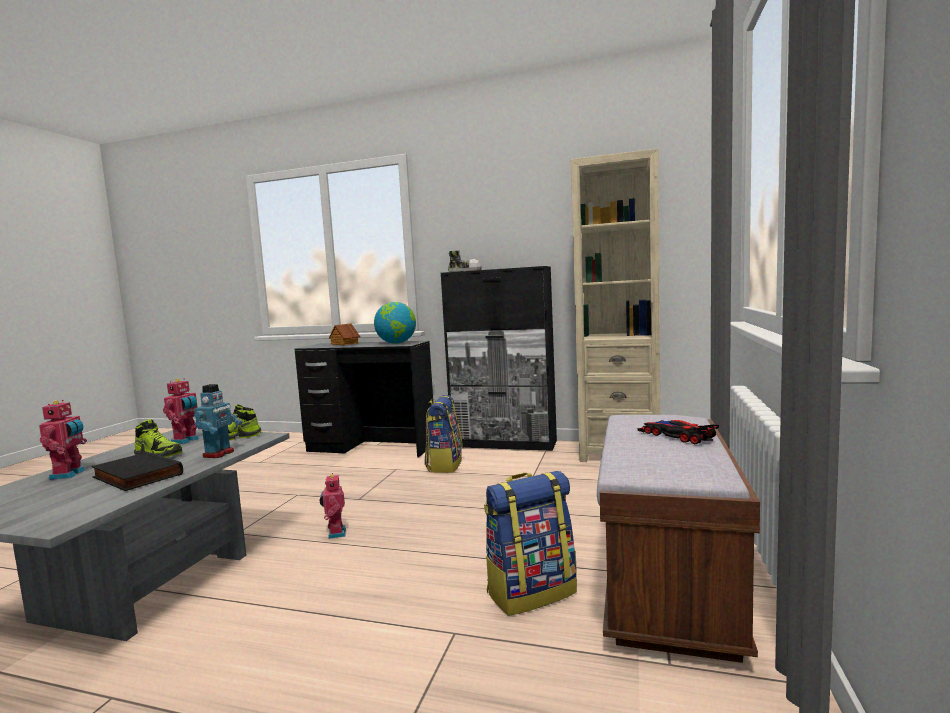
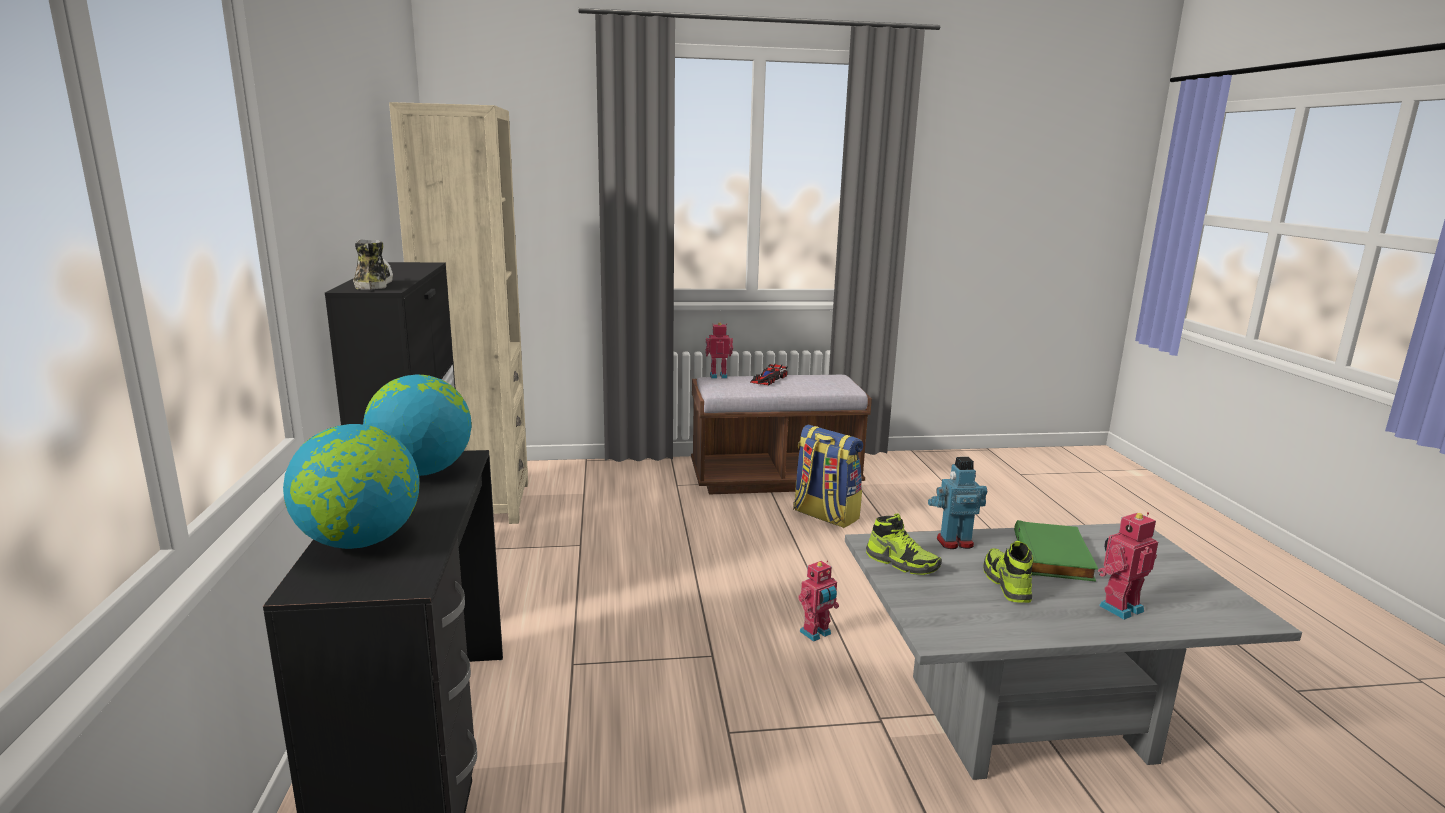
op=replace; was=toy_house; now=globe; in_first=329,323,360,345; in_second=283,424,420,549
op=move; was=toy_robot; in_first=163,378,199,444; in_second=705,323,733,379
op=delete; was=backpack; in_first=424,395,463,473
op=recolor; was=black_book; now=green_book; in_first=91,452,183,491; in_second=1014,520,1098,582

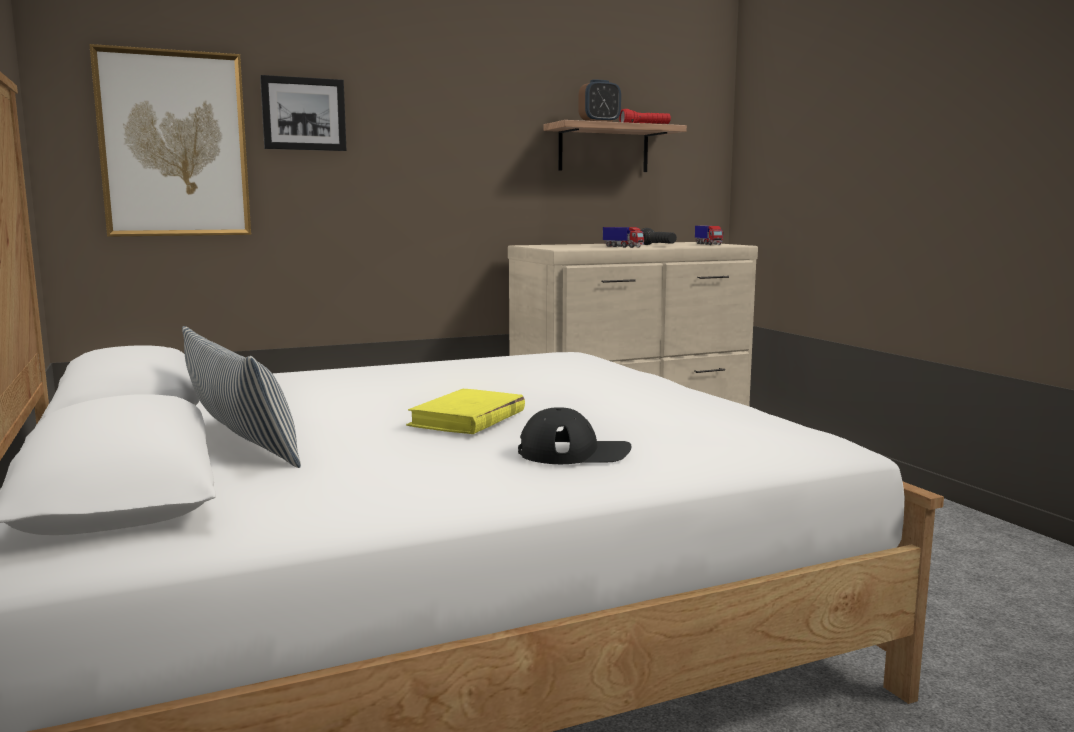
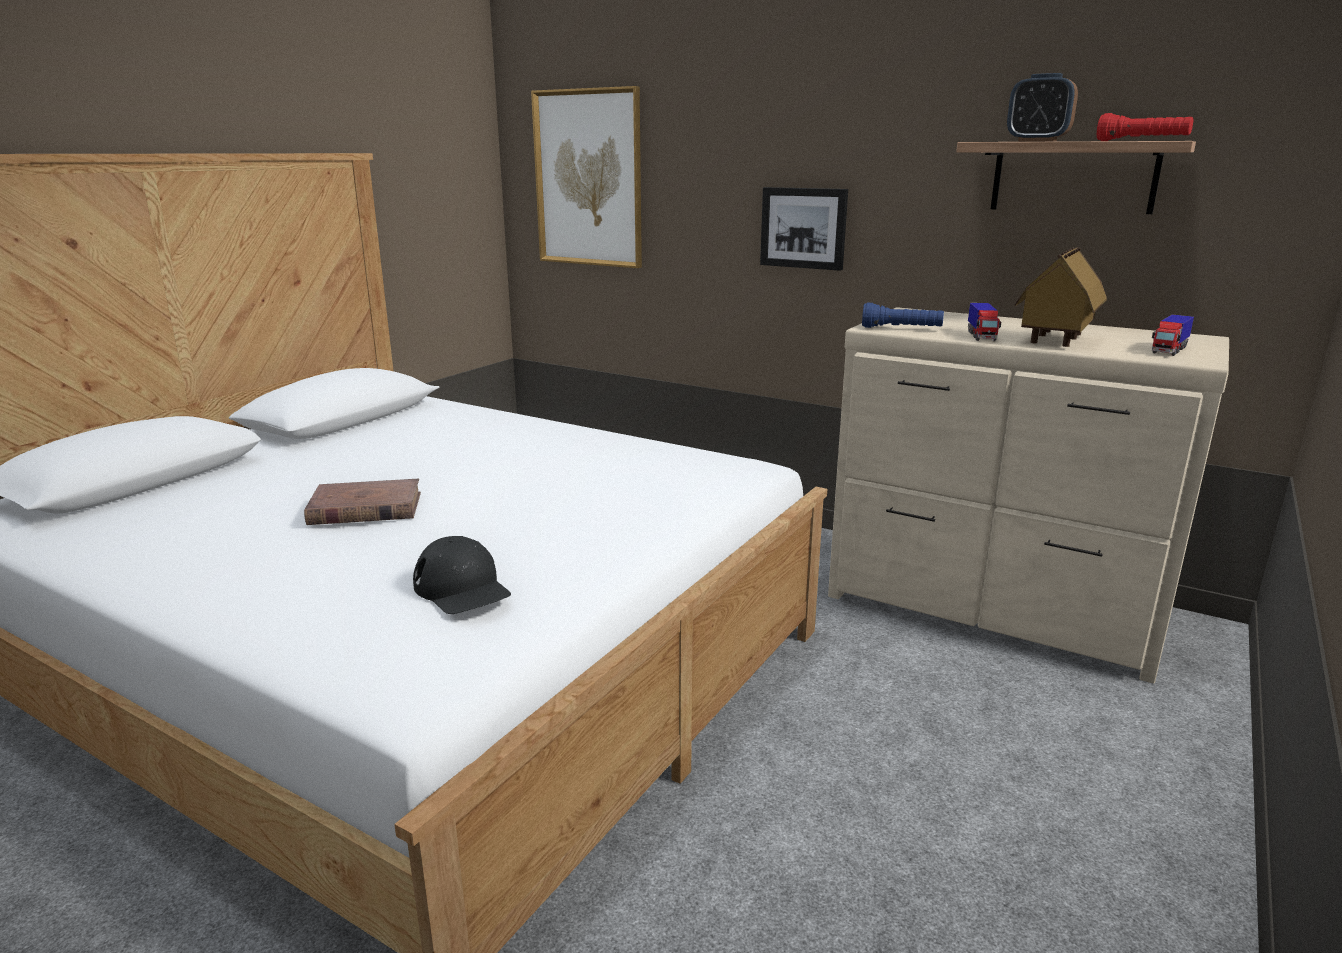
op=move; was=picture; in_first=260,75,347,151; in_second=760,187,848,271
op=replace; was=black_flashlight; now=toy_house; in_first=641,228,677,245; in_second=1014,247,1107,347
op=delete; was=pillow; in_first=182,326,301,468
op=recolor; was=yellow_book; now=brown_book; in_first=406,389,525,434; in_second=304,479,421,525
op=move; was=black_cap; in_first=518,407,632,464; in_second=413,536,511,614
op=insert; now=blue_flashlight; in_second=862,303,944,328

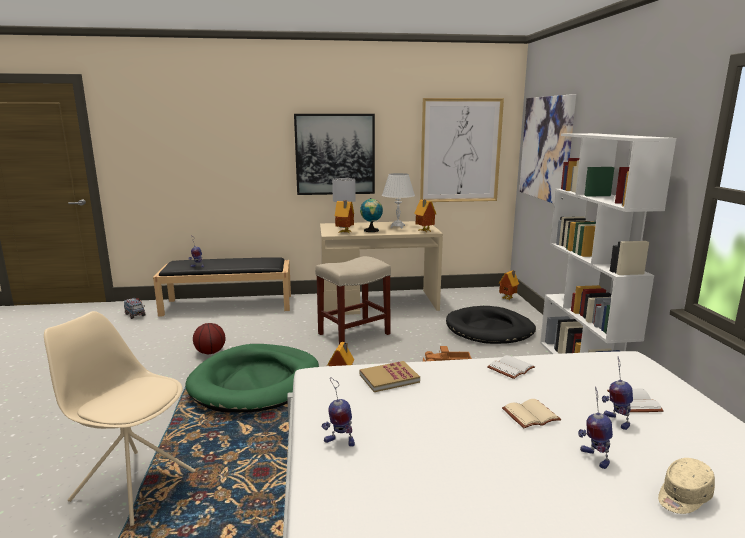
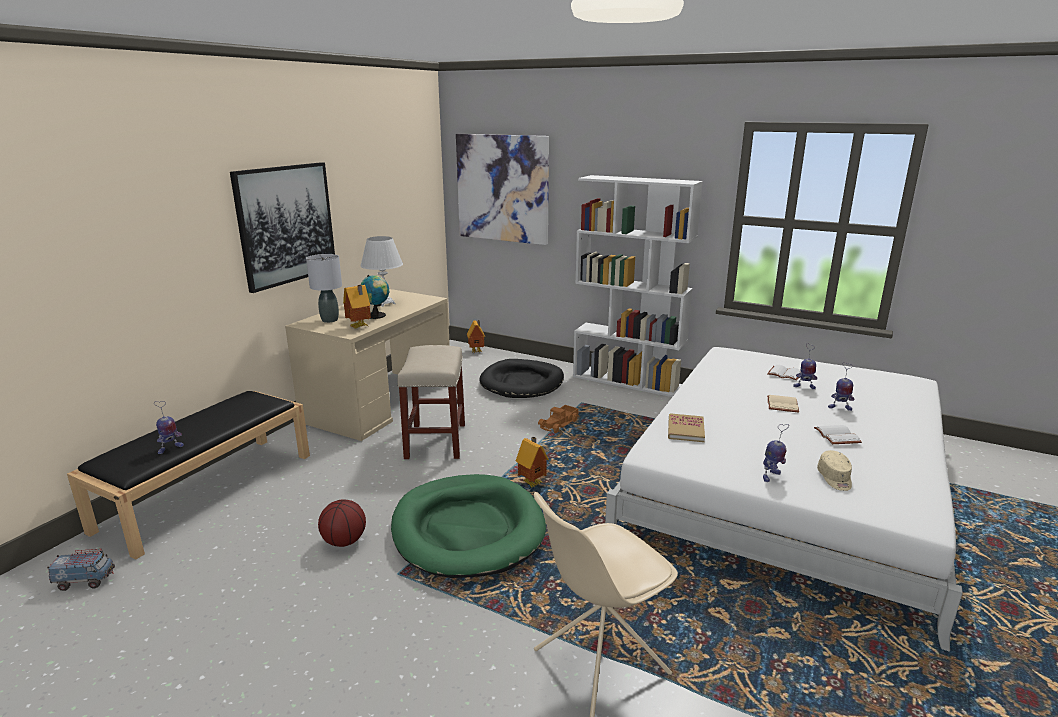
op=delete; was=picture; in_first=420,98,504,202
op=delete; was=toy_house; in_first=414,199,436,232
op=move; was=white_book; in_first=487,355,535,379; in_second=814,425,862,444
op=move; was=beige_cap; in_first=658,458,715,514; in_second=817,450,852,491

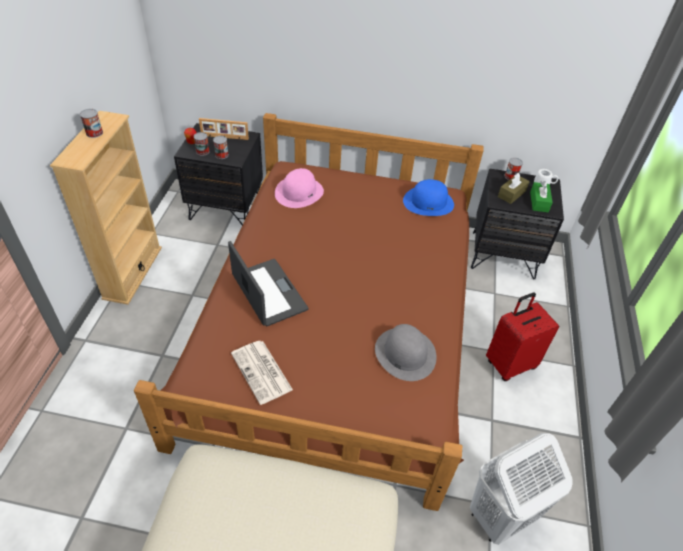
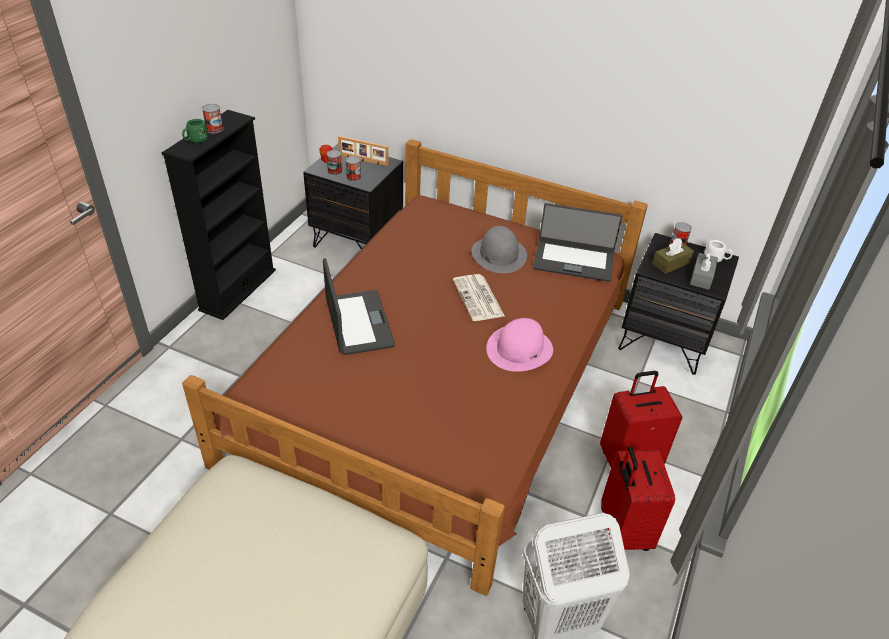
op=recolor; was=beige_bookcase; now=black_bookcase; in_first=50,111,162,305; in_second=162,110,276,320
op=move; was=pink_hat; in_first=275,168,324,208; in_second=486,318,553,372
op=replace; was=blue_hat; now=laptop; in_first=403,179,454,216; in_second=533,203,622,282
op=recolor; was=green_tissue_box; now=grey_tissue_box; in_first=530,181,553,212; in_second=690,251,718,290
op=move; was=grey_hat; in_first=375,324,436,381; in_second=472,226,527,273
op=move; was=newspaper; in_first=231,341,293,405; in_second=453,274,505,321
op=insert; now=green_mug; in_second=182,119,209,143
op=insert; now=red_suitcase; in_second=601,446,675,551

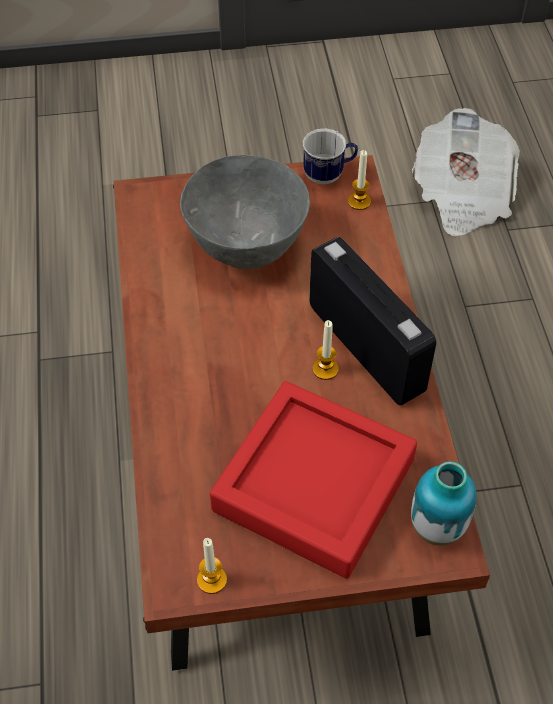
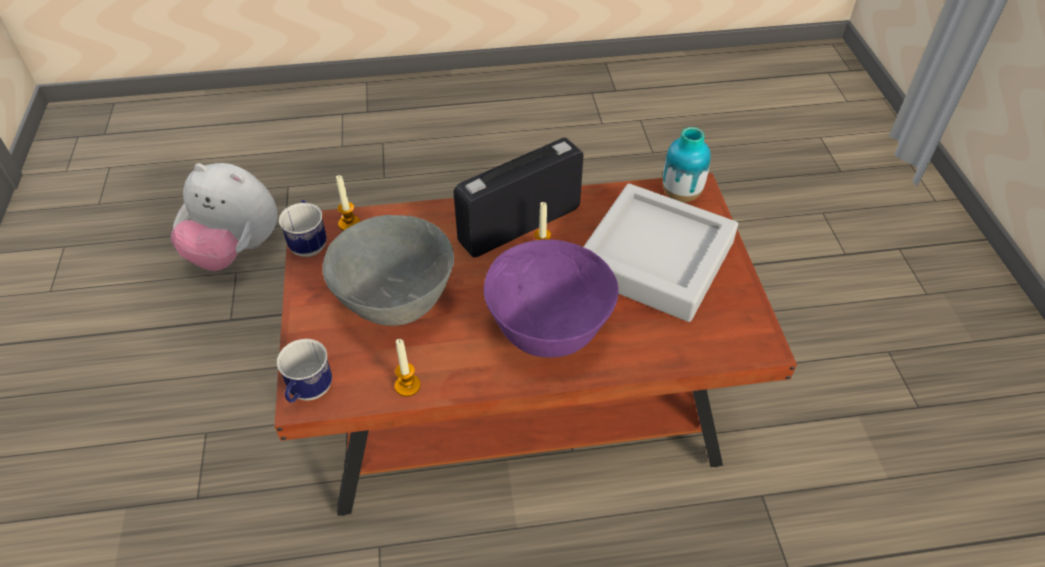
op=replace; was=newspaper; now=plush_toy; in_first=412,108,520,236; in_second=171,163,278,271
op=recolor; was=red_tray; now=grey_tray; in_first=210,381,417,579; in_second=584,183,738,322
op=move; was=candle; in_first=197,538,227,594; in_second=395,339,421,397
op=insert; now=purple_bowl; in_second=484,239,619,358
op=insert; now=mug; in_second=277,339,332,403

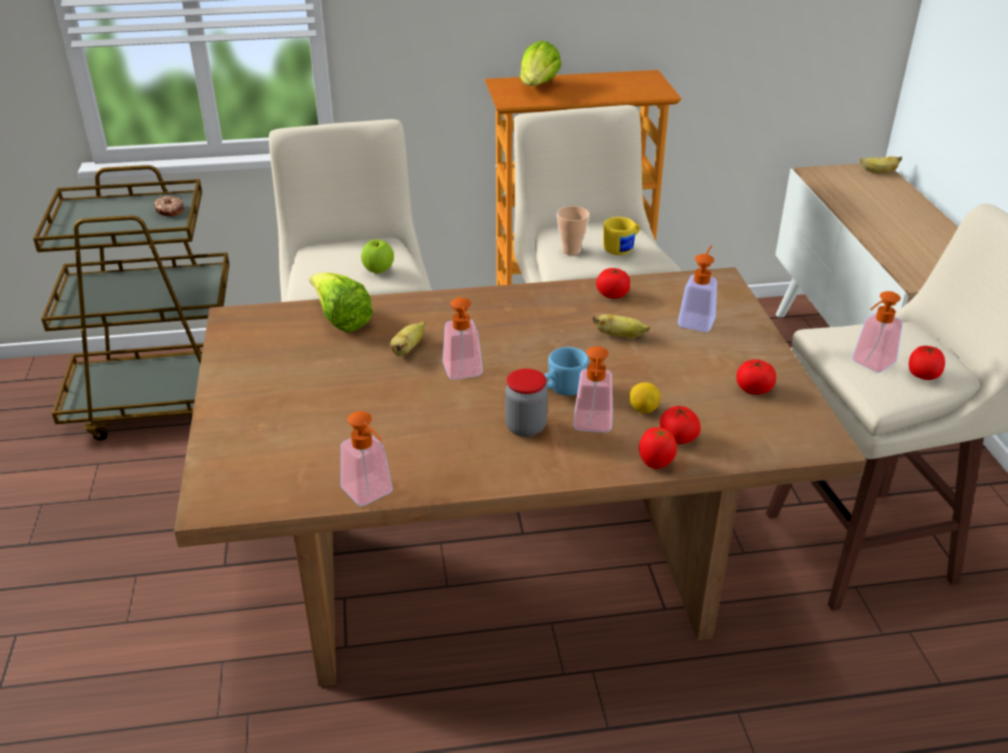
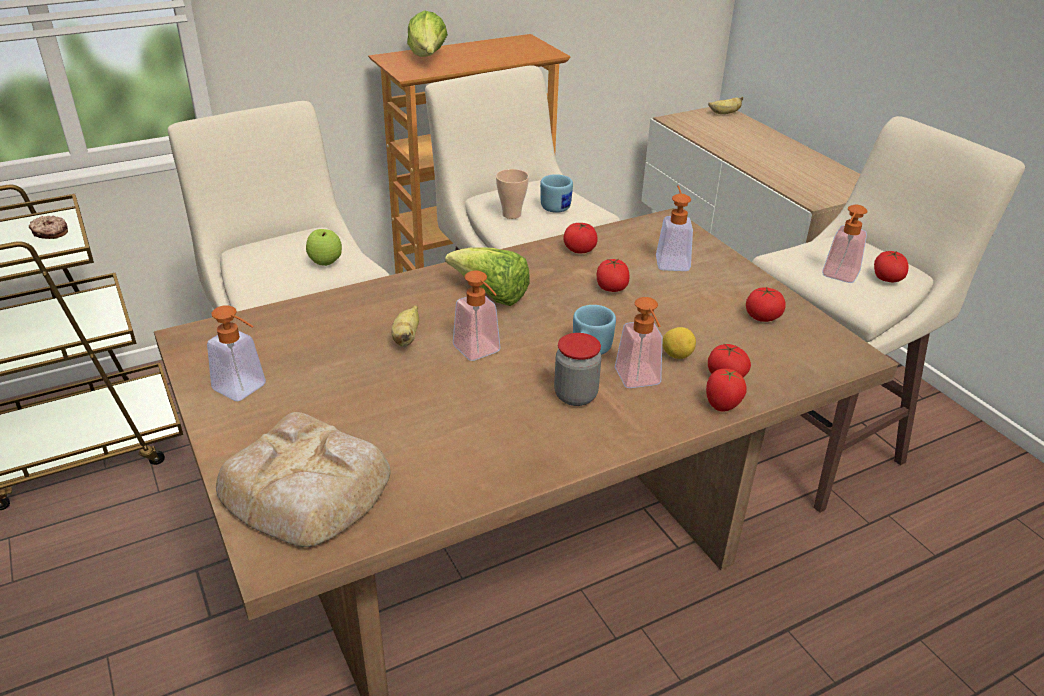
op=recolor; was=yellow_mug; now=blue_mug; in_first=603,217,640,255; in_second=540,174,573,213
op=move; was=lettuce; in_first=309,272,373,332; in_second=445,247,530,306
op=replace; was=banana; now=tomato; in_first=592,314,650,338; in_second=597,259,630,292
op=move; was=soap_dispenser; in_first=341,411,393,506; in_second=207,305,266,401
op=insert; now=bread; in_second=216,412,390,547

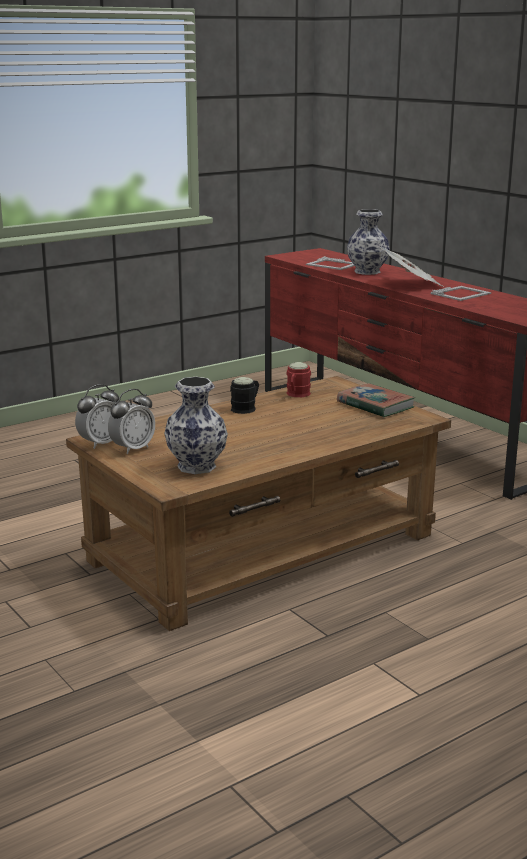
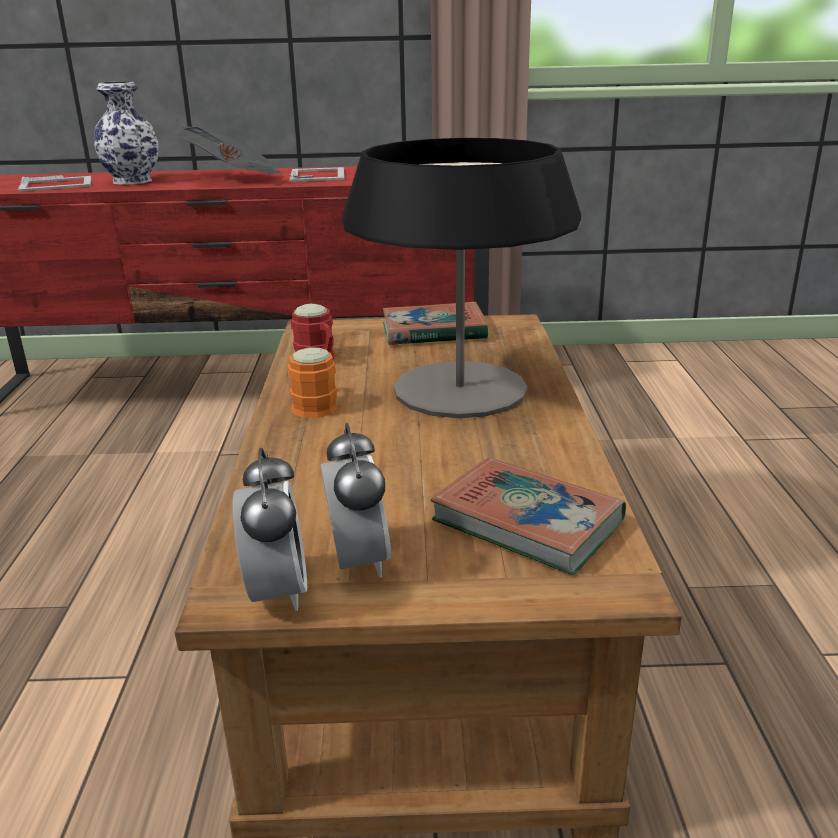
op=replace; was=vase; now=book; in_first=164,377,228,474; in_second=430,458,626,575
op=recolor; was=black_mug; now=orange_mug; in_first=230,377,259,414; in_second=288,348,338,418
op=insert; now=table_lamp; in_second=342,138,581,418

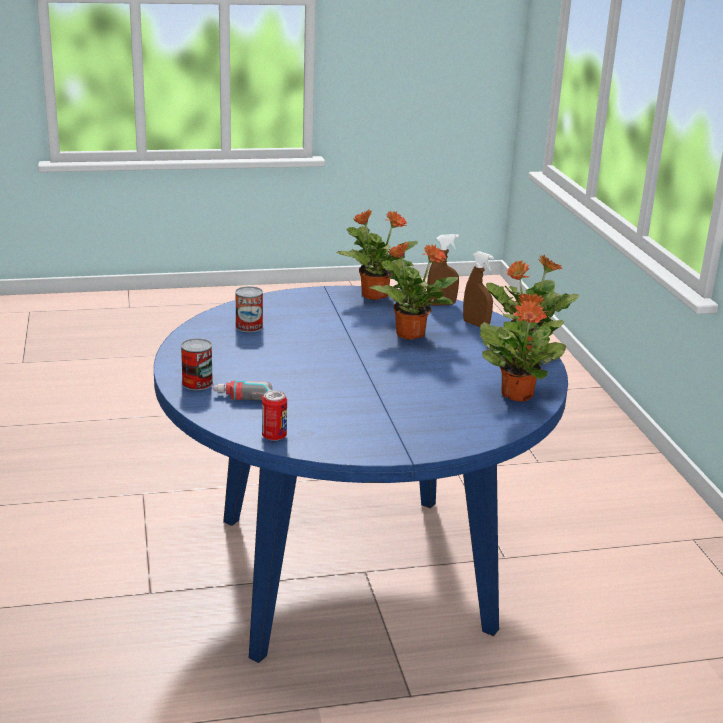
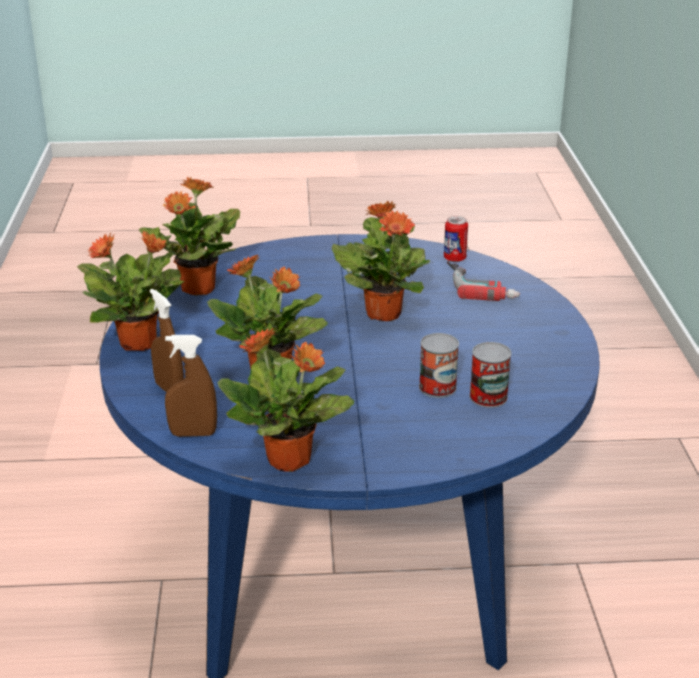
op=move; was=can; in_first=181,338,213,390; in_second=419,333,459,398
op=insert; now=potted_plant; in_second=331,201,430,321

